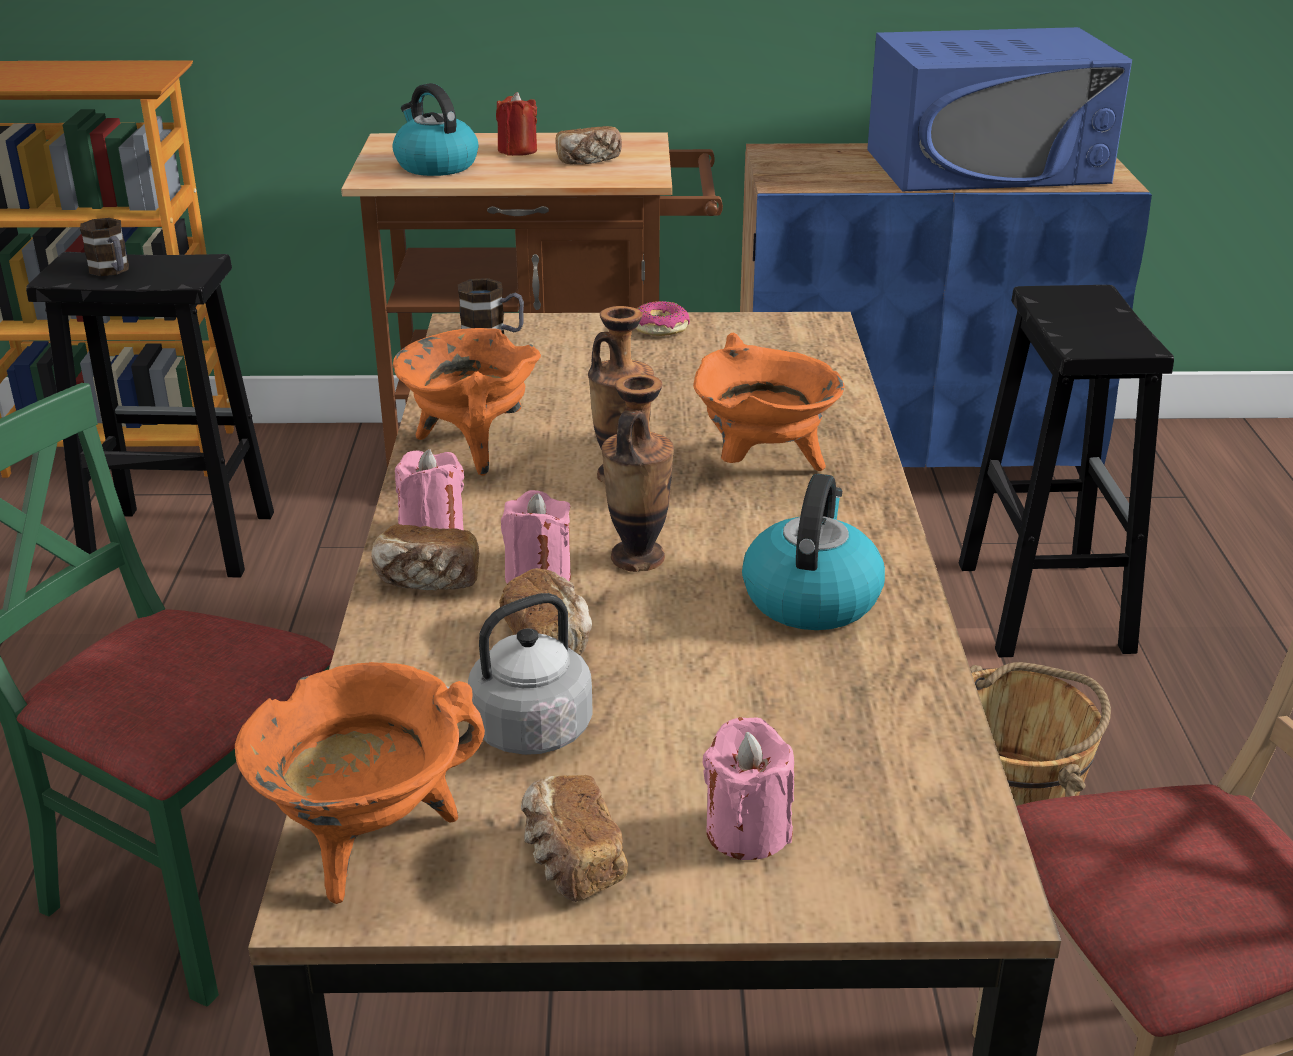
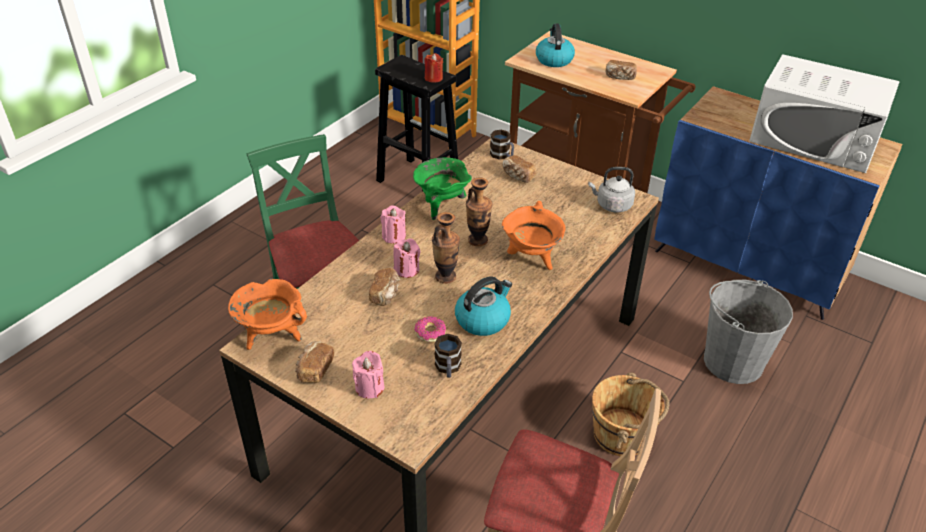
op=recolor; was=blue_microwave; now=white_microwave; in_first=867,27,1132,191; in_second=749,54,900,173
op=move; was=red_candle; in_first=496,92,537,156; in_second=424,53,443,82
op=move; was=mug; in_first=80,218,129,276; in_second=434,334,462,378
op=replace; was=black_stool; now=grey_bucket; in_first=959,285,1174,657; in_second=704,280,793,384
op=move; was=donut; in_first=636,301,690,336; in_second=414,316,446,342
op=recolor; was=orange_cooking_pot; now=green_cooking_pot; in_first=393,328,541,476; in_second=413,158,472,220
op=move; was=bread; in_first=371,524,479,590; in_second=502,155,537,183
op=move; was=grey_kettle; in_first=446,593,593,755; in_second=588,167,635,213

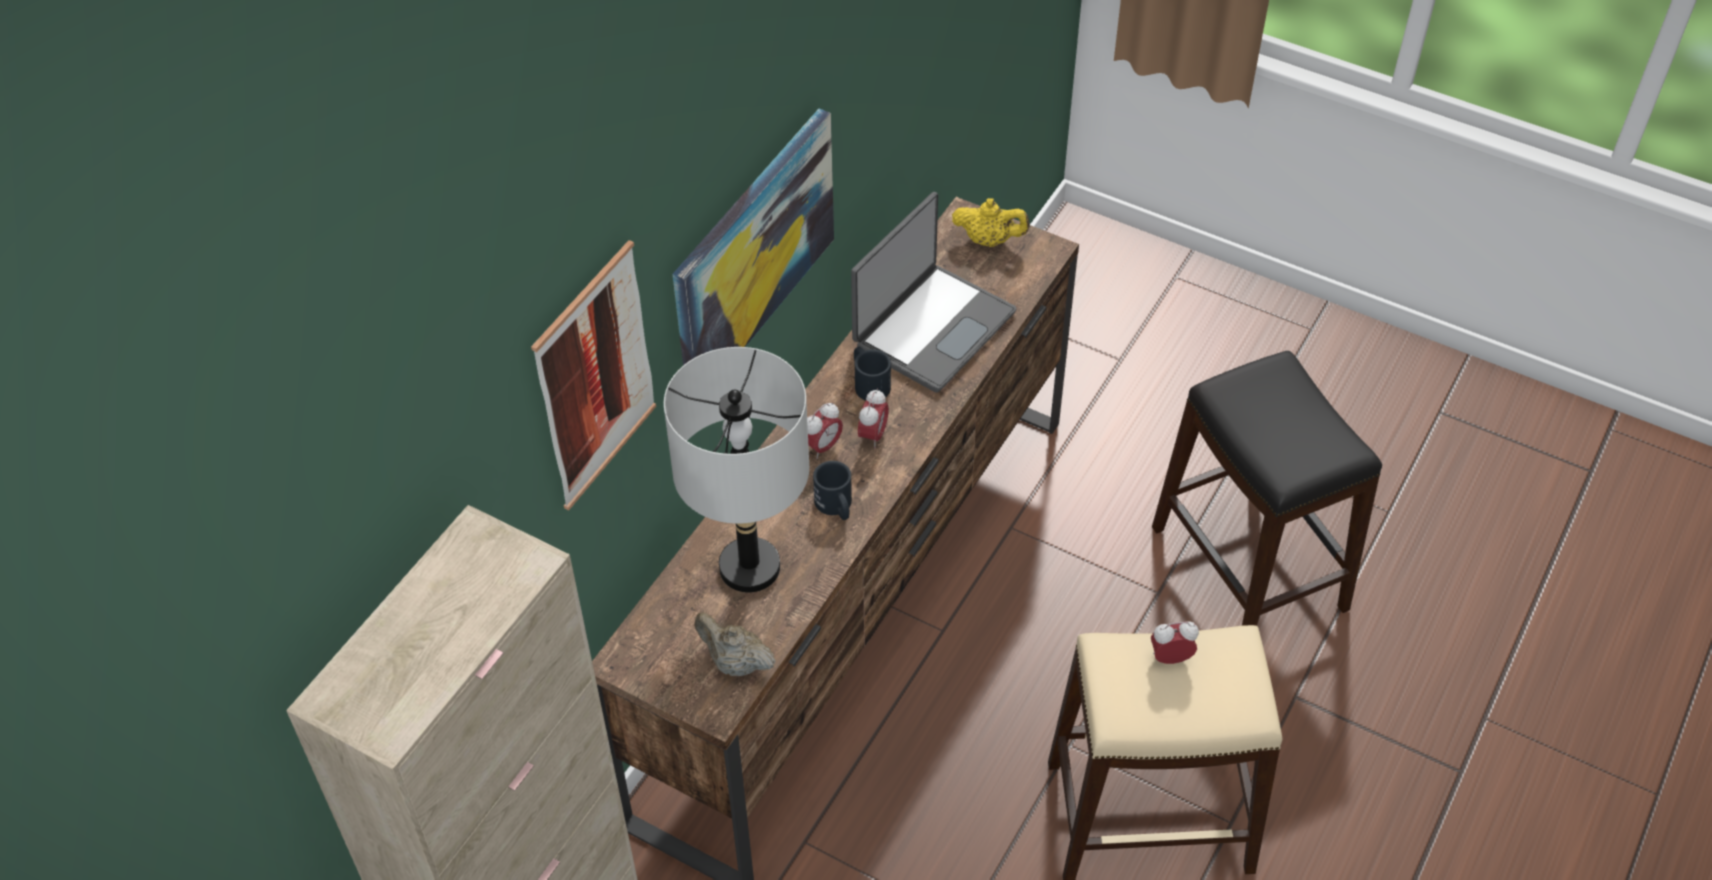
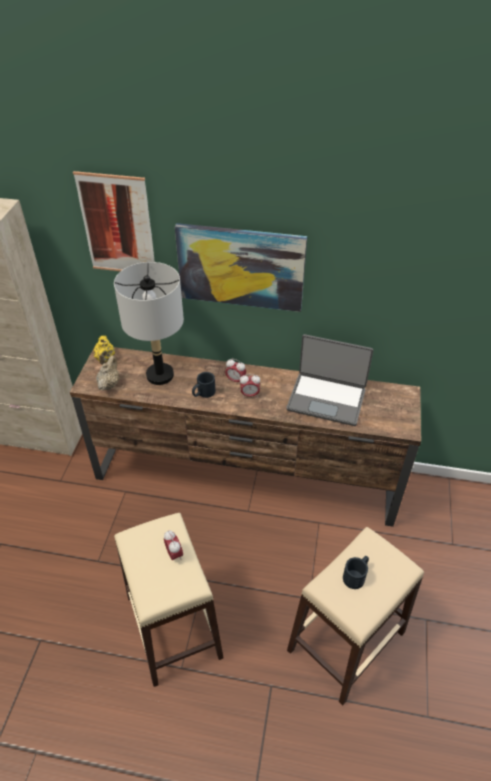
op=move; was=yellow_teapot; in_first=952,198,1030,247; in_second=93,335,115,365
op=move; was=black_mug; in_first=854,347,891,401; in_second=343,556,369,589
op=recolor; was=black_stool; now=beige_stool; in_first=1152,351,1382,626; in_second=287,527,424,705

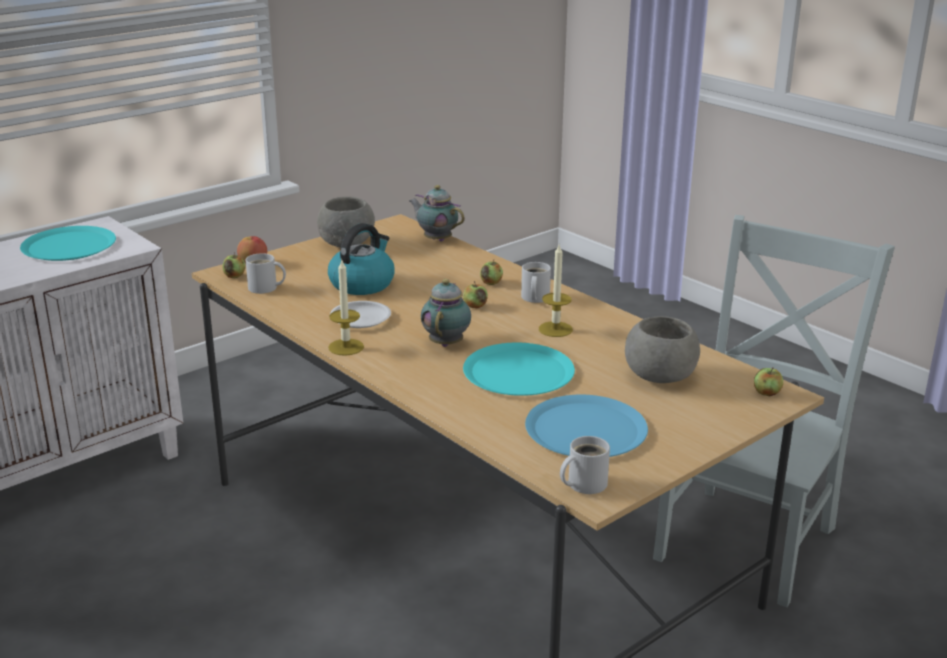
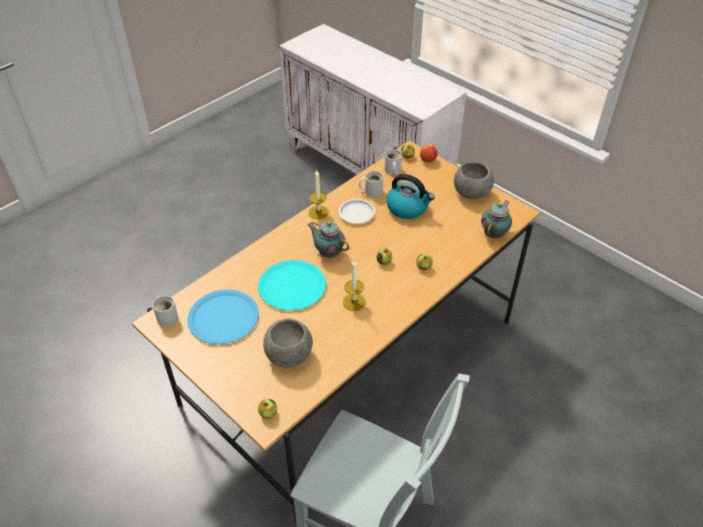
op=delete; was=turquoise_plate; in_first=20,226,116,261
op=move; was=white_mug; in_first=521,262,551,303; in_second=359,171,383,197
op=rotate; was=teapot; in_first=421,279,471,347; in_second=308,221,349,258; clockwise=-150

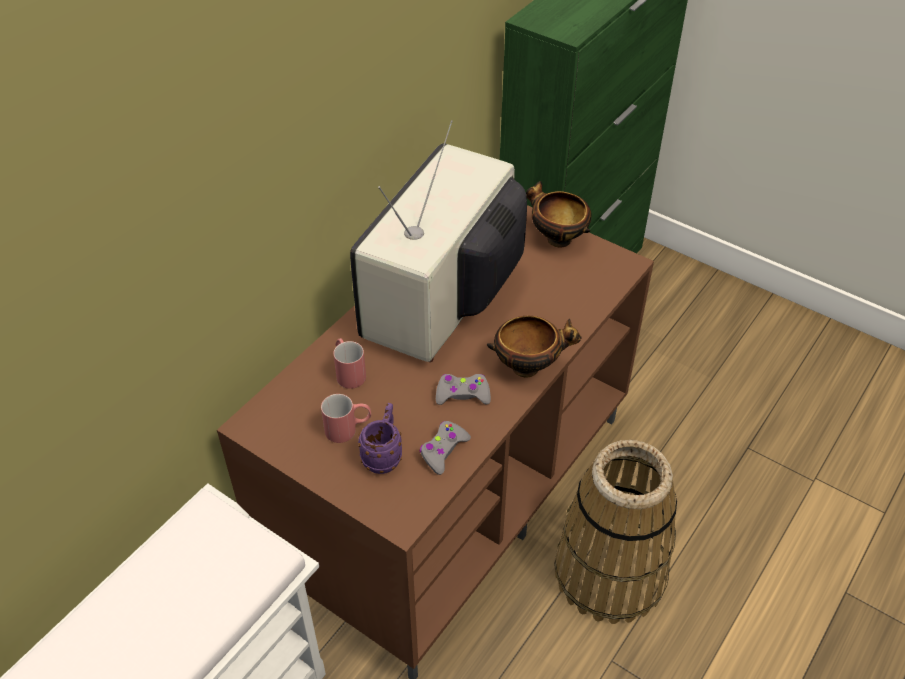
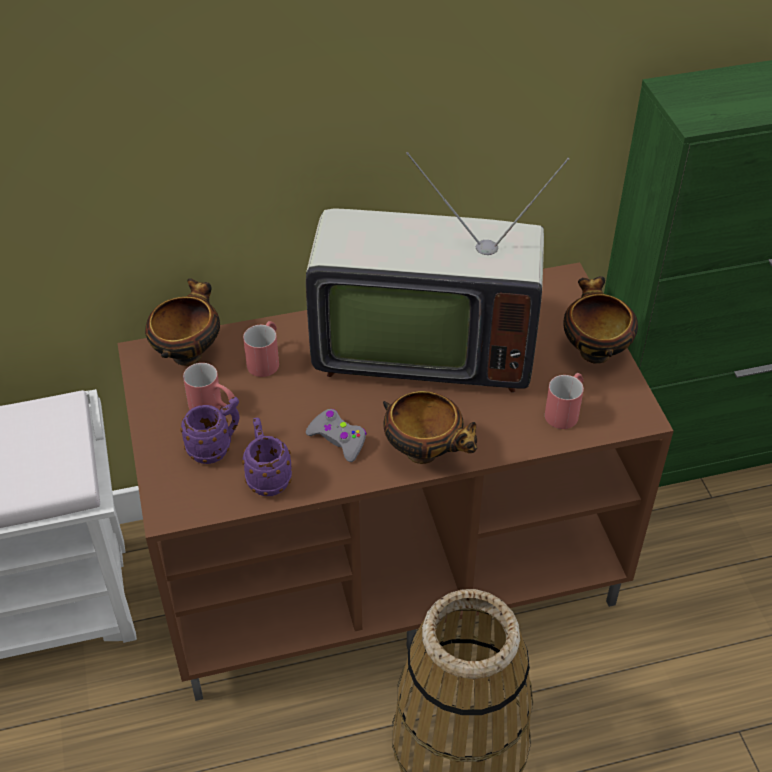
op=rotate; was=television; in_first=350,120,527,363; in_second=306,152,569,392; clockwise=-150
op=replace; was=grey_game_controller; now=purple_mug; in_first=420,421,471,475; in_second=242,418,292,496
op=insert; now=bowl; in_second=145,278,220,366
op=insert; now=red_mug; in_second=545,373,584,429

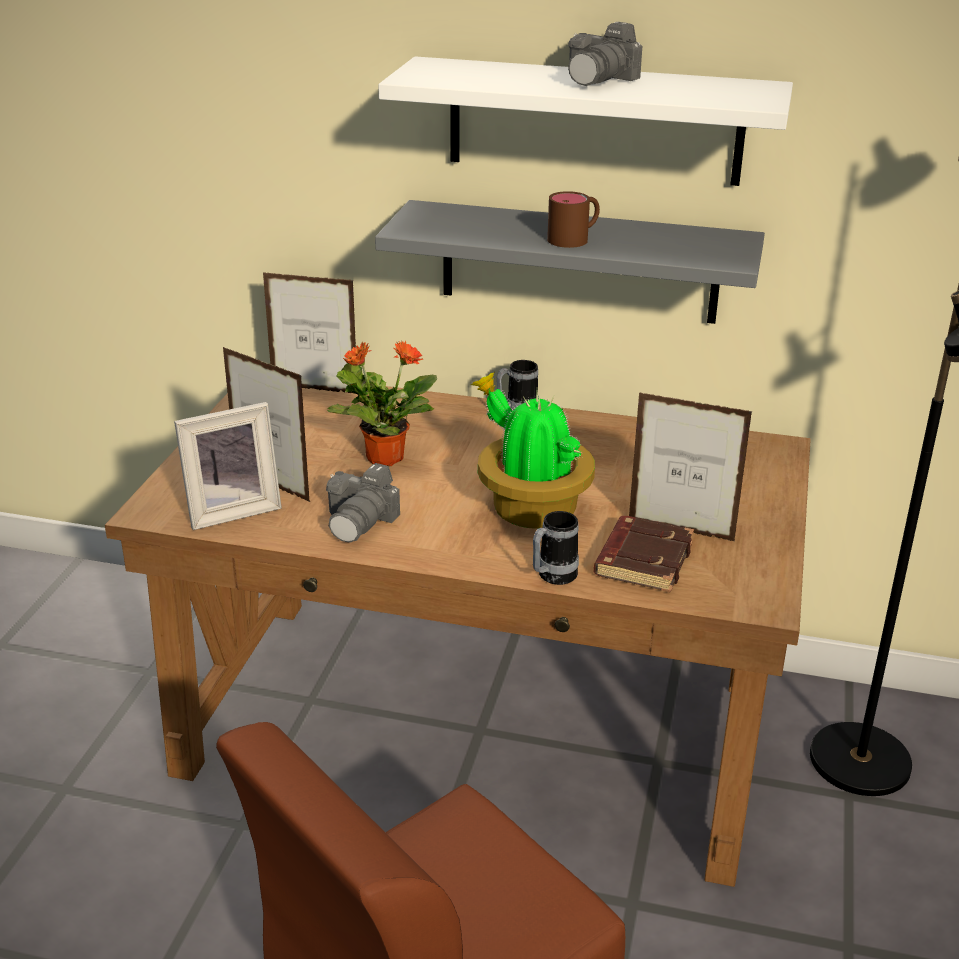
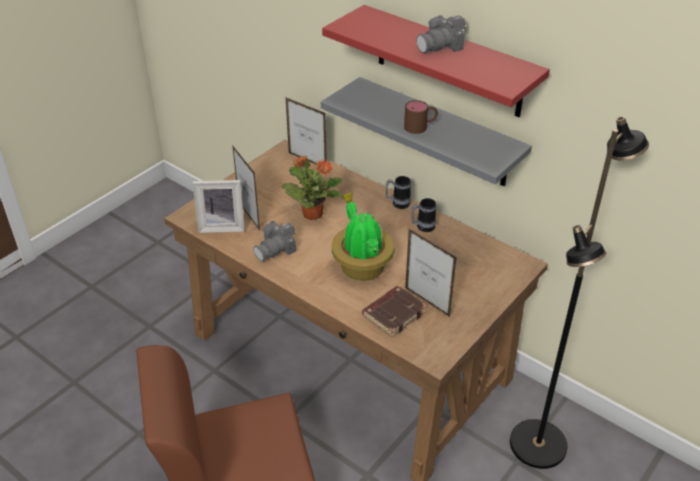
op=recolor; was=white_shelf; now=red_shelf; in_first=378,56,793,186; in_second=322,5,550,117
op=move; was=mug; in_first=533,511,579,585; in_second=411,198,436,232

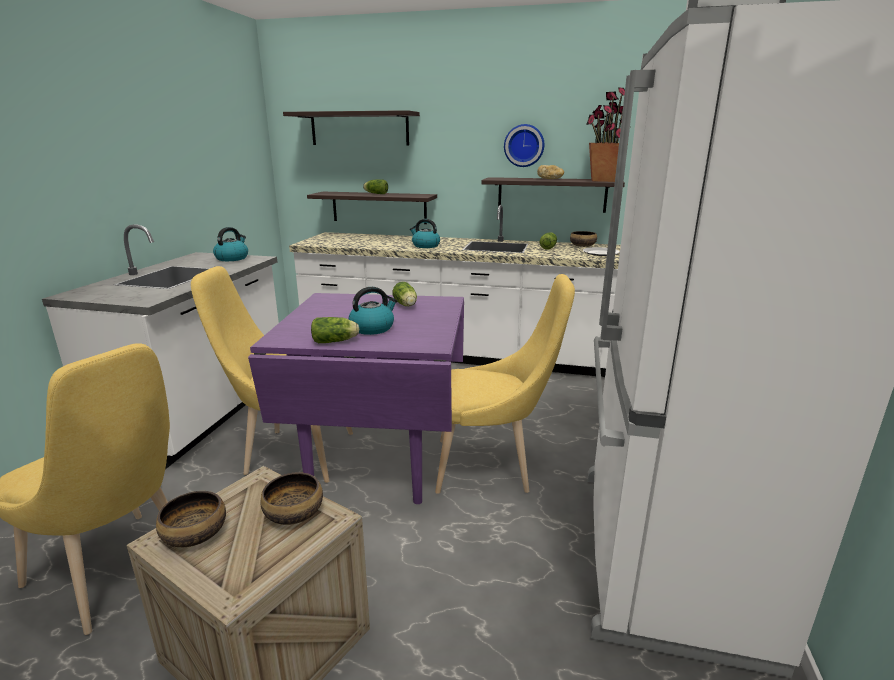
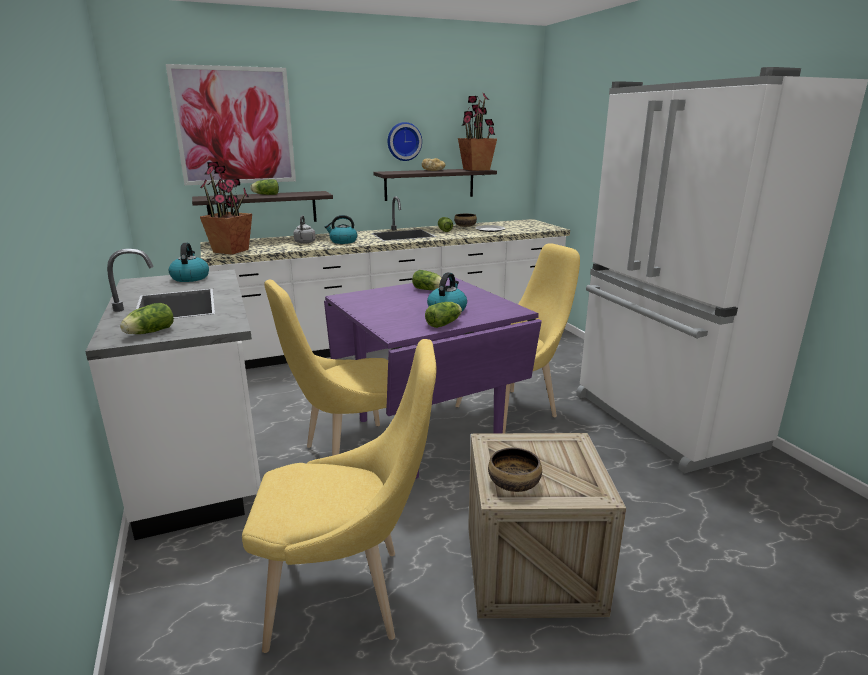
op=replace; was=shelf; now=picture; in_first=283,110,420,145; in_second=166,64,296,185
op=delete; was=bowl; in_first=260,472,323,525
op=insert; now=potted_plant; in_second=200,162,252,255
op=insert; now=grey_kettle; in_second=293,215,316,244
op=insert; now=lettuce; in_second=120,303,174,334

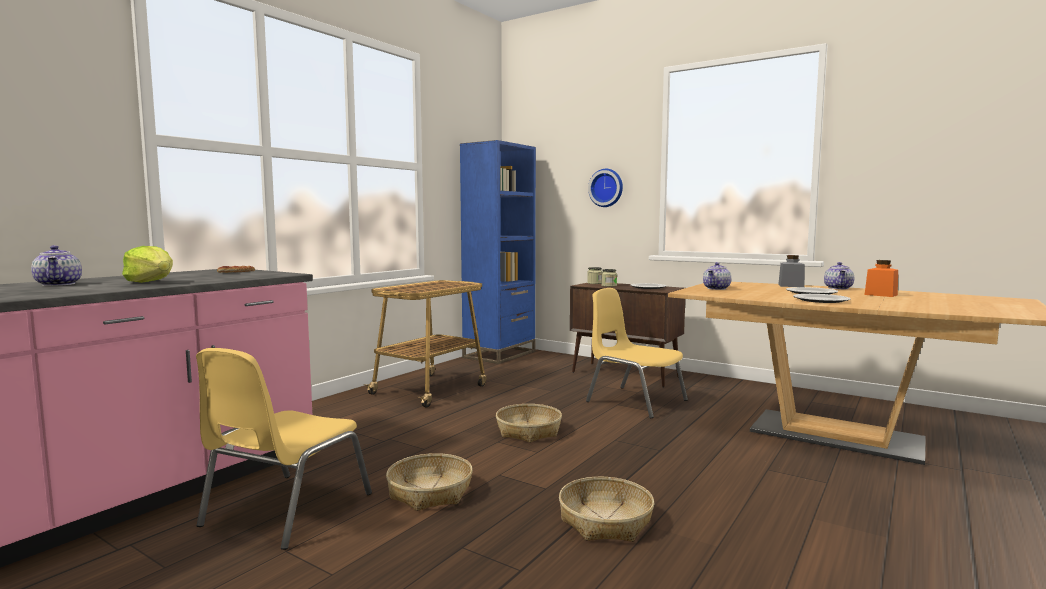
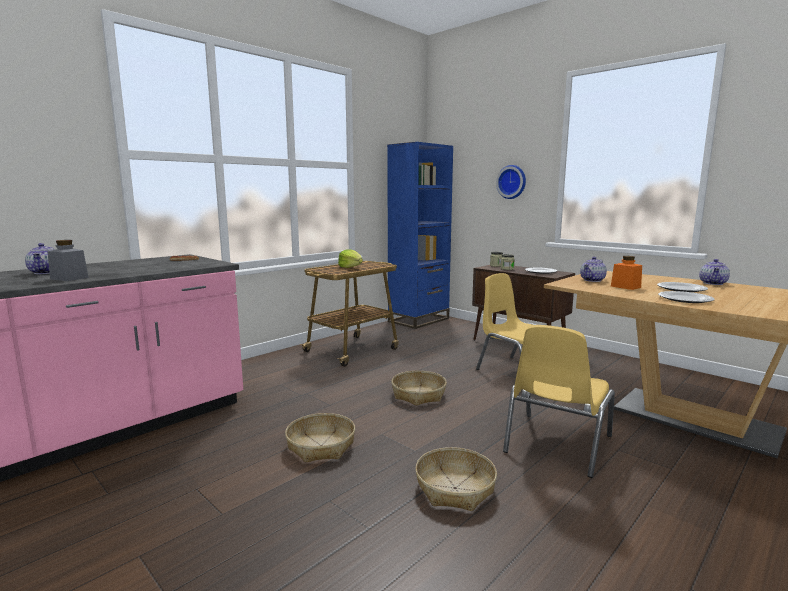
op=move; was=lettuce; in_first=122,246,173,283; in_second=338,250,363,268
op=move; was=grey_jar; in_first=778,255,805,287; in_second=47,240,89,281
op=move; was=orange_jar; in_first=865,260,898,297; in_second=611,256,642,290
op=move; was=yellow_chair; in_first=196,348,372,550; in_second=503,325,615,478

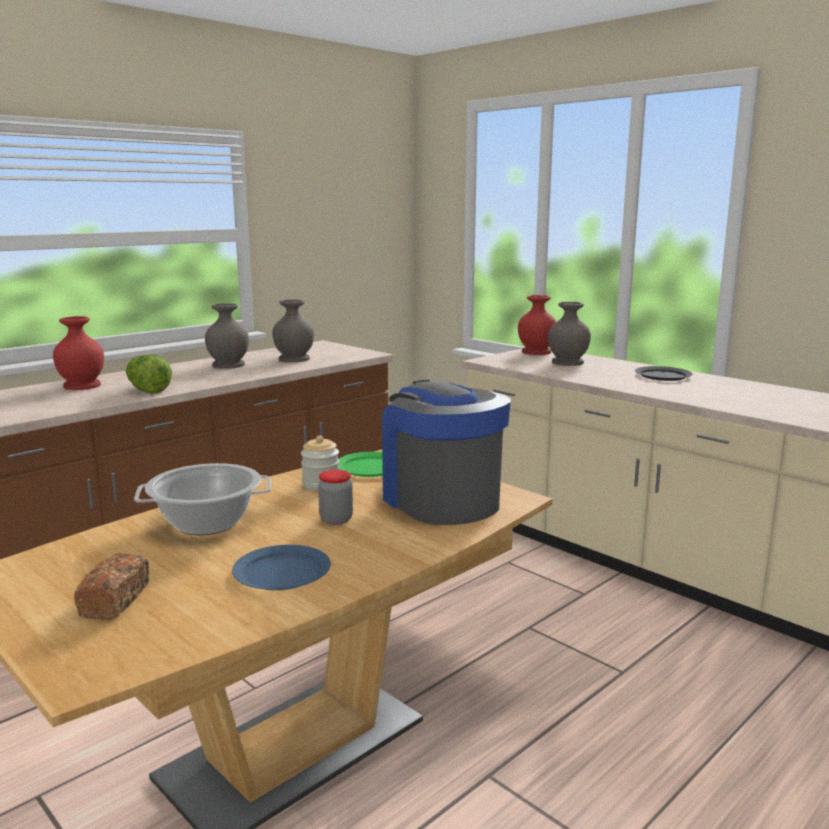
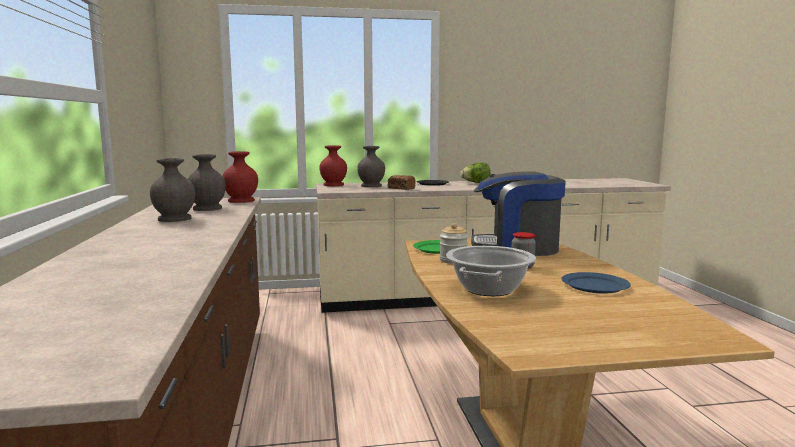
op=move; was=red_vase; in_first=53,316,104,390; in_second=223,151,258,203
op=move; was=lettuce; in_first=126,354,172,394; in_second=460,162,491,183
op=move; was=bread; in_first=74,553,150,620; in_second=388,175,416,190

